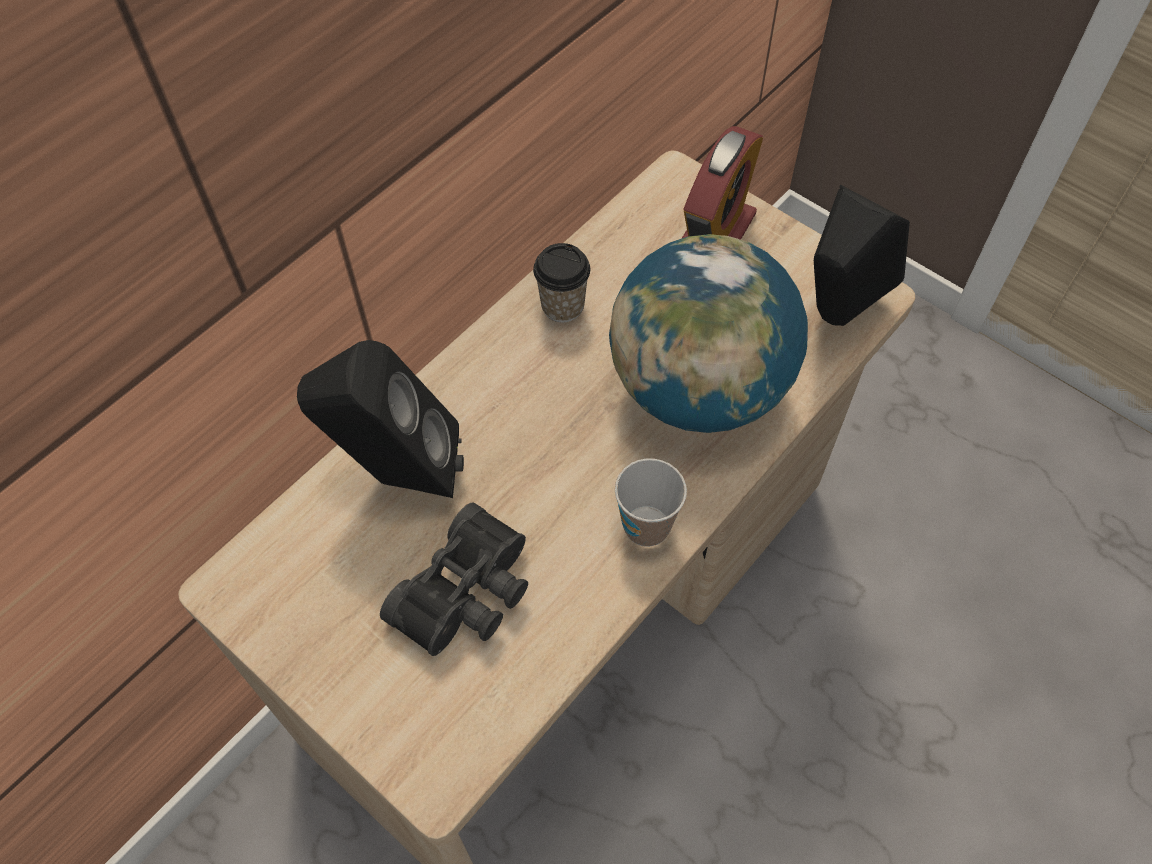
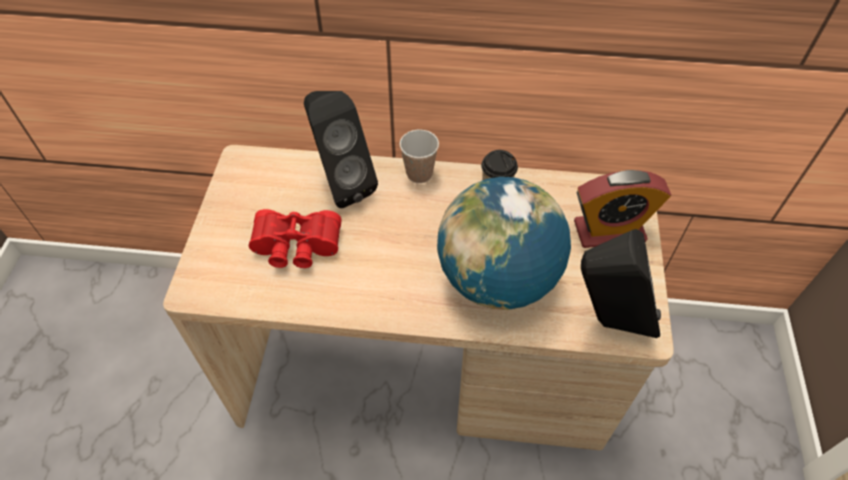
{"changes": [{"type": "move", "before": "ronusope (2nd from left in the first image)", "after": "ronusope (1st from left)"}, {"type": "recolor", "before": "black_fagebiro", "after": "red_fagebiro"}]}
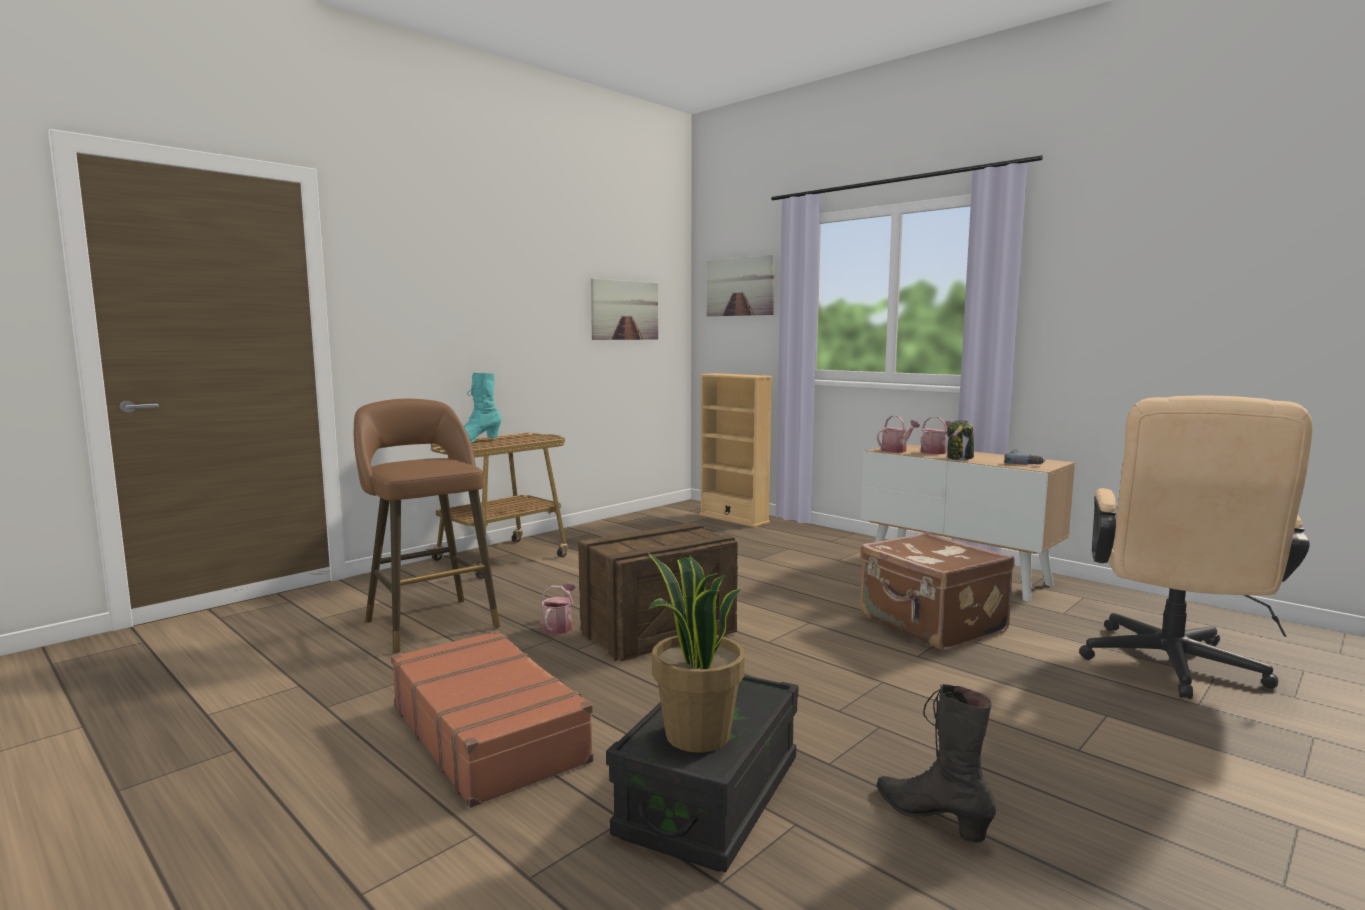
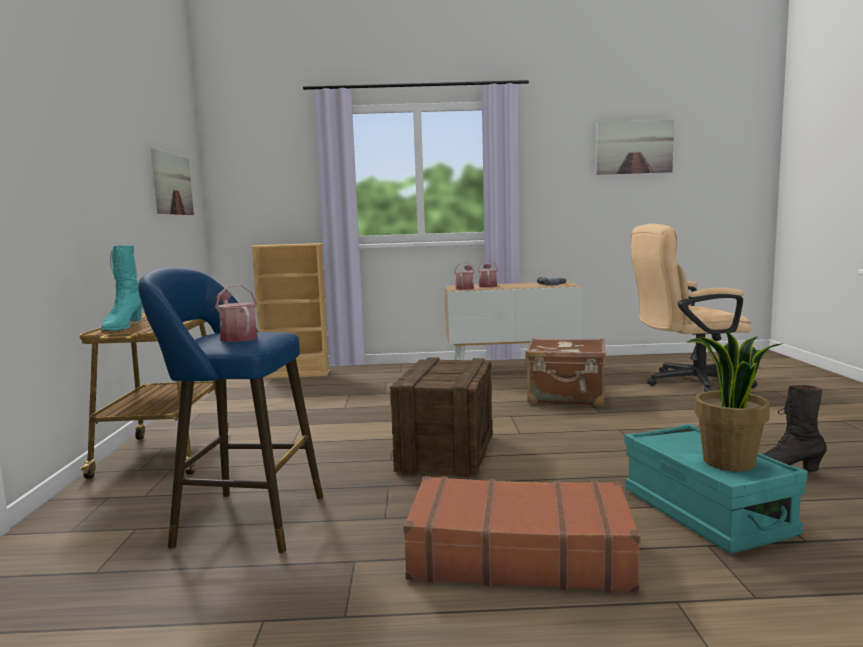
{"changes": [{"type": "move", "before": "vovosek (2nd from left)"}, {"type": "rotate", "before": "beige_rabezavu", "turn": 105}, {"type": "recolor", "before": "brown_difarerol", "after": "blue_difarerol"}, {"type": "delete", "before": "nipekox"}, {"type": "move", "before": "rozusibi (1st from left)"}, {"type": "recolor", "before": "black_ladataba", "after": "turquoise_ladataba"}]}
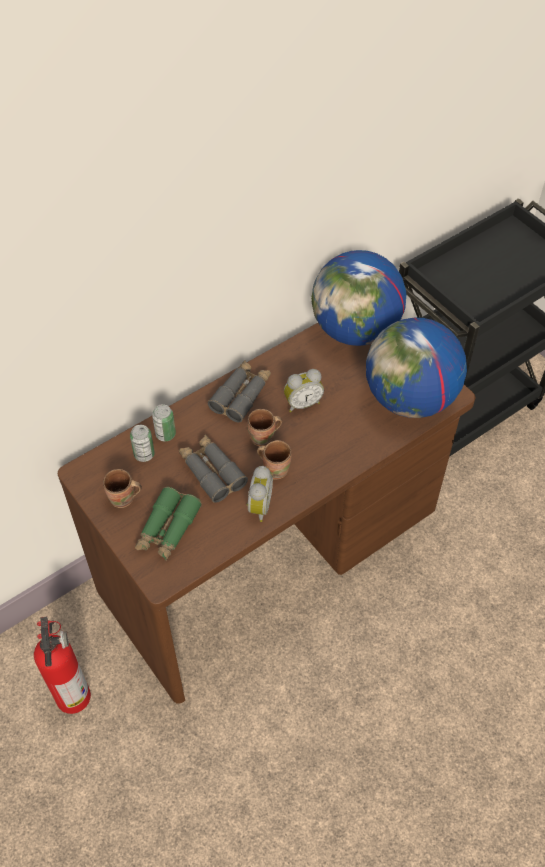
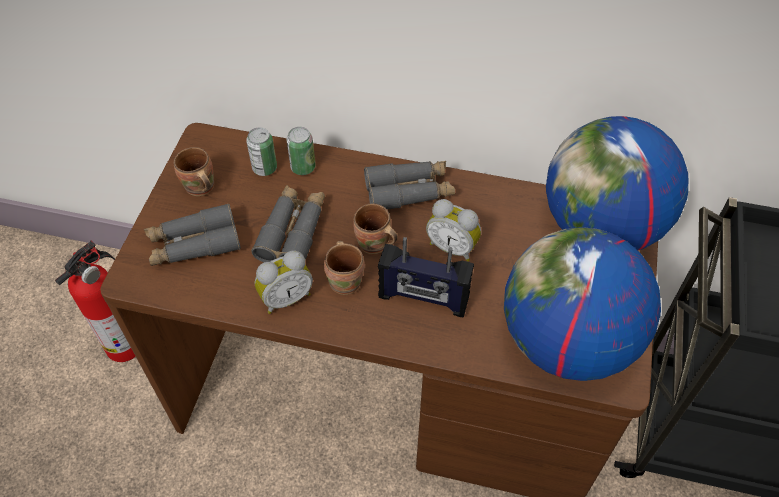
{"changes": [{"type": "recolor", "before": "green_fagebiro", "after": "grey_fagebiro (1st from left)"}, {"type": "insert", "after": "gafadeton"}]}
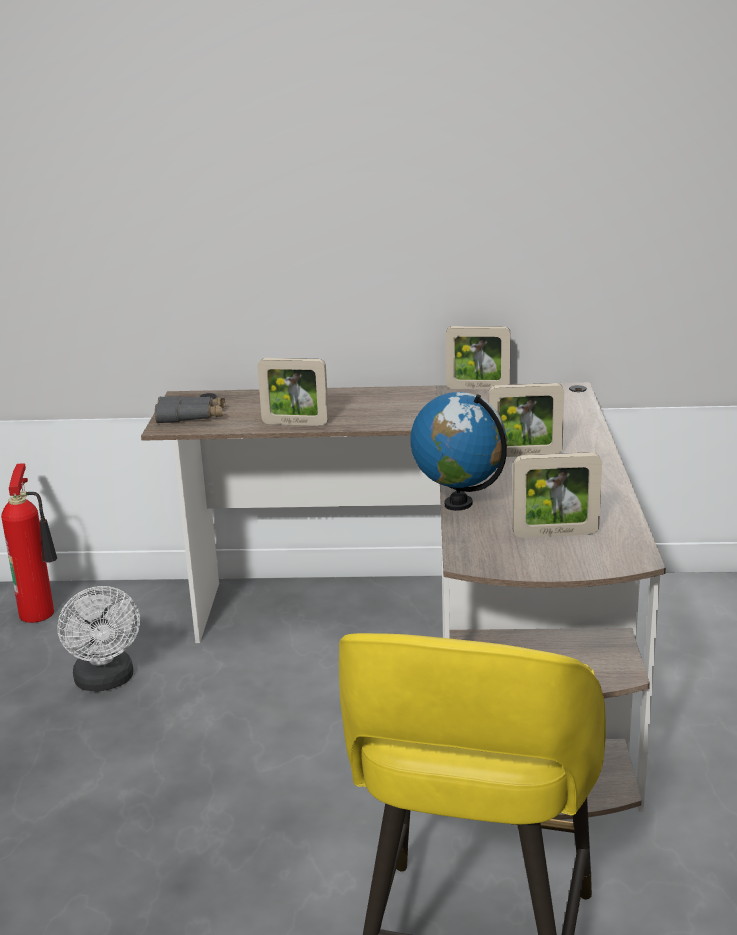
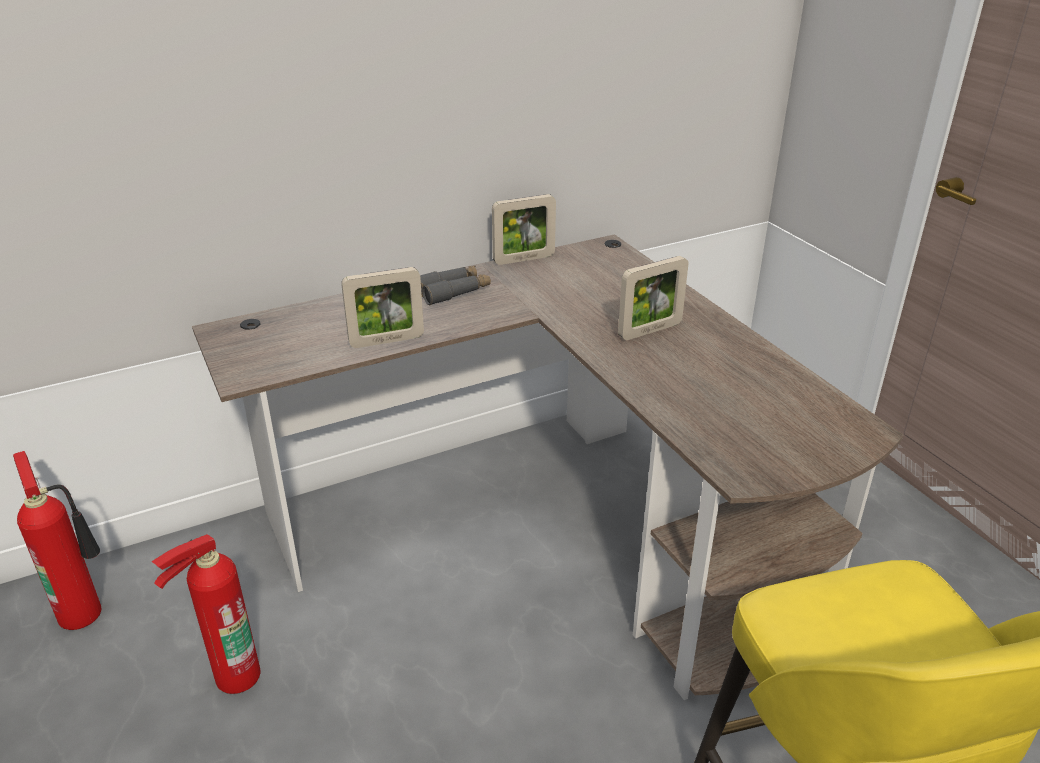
{"changes": [{"type": "delete", "before": "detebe"}, {"type": "move", "before": "grey_fagebiro"}, {"type": "delete", "before": "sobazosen (4th from left)"}, {"type": "replace", "before": "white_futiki", "after": "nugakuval (2nd from left)"}]}
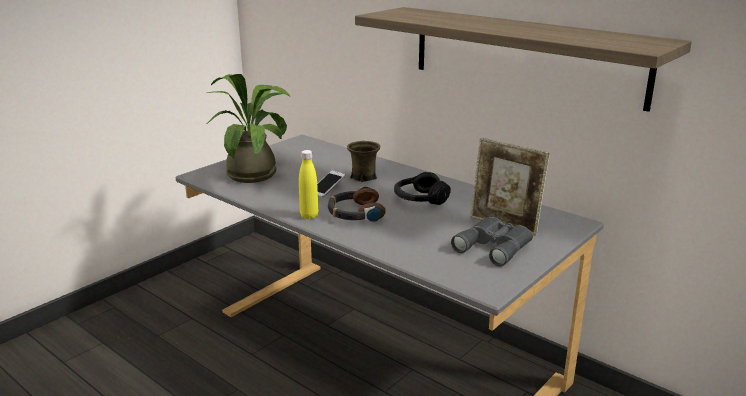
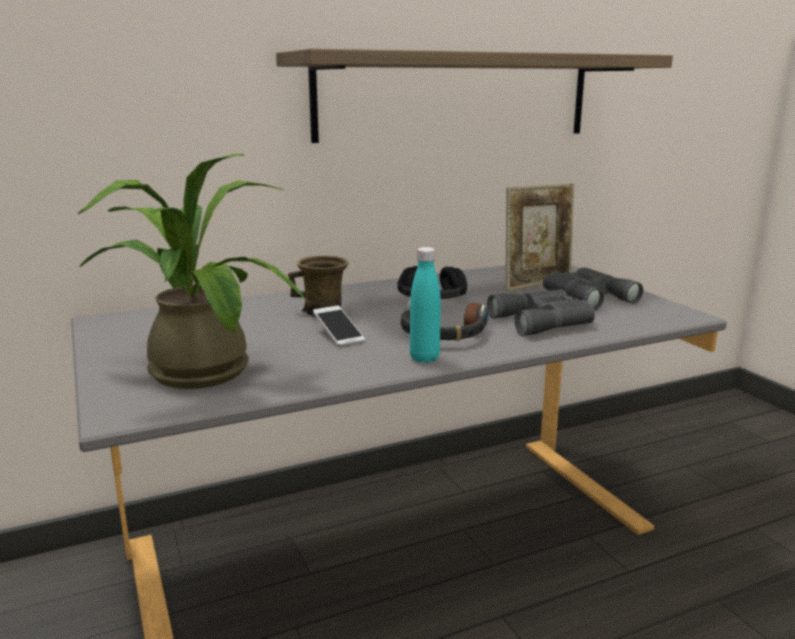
{"changes": [{"type": "recolor", "before": "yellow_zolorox", "after": "turquoise_zolorox"}, {"type": "insert", "after": "grey_fagebiro (1st from left)"}]}
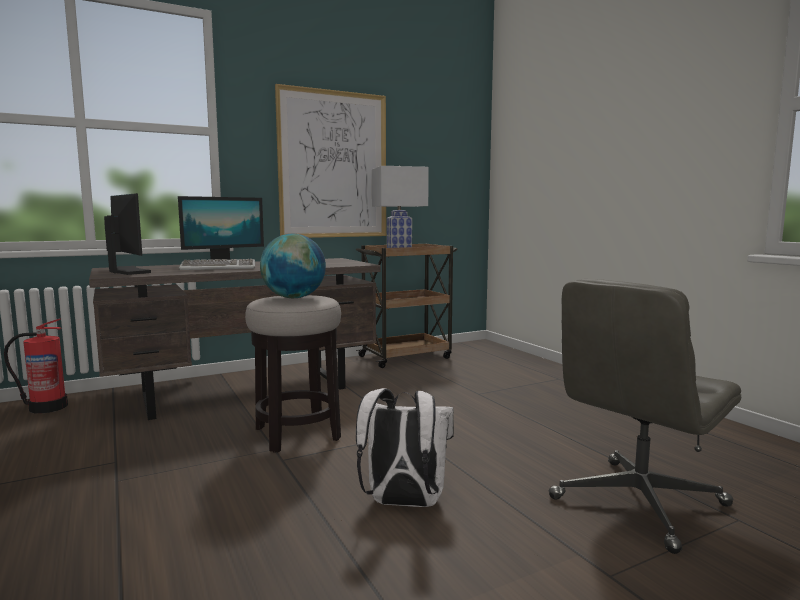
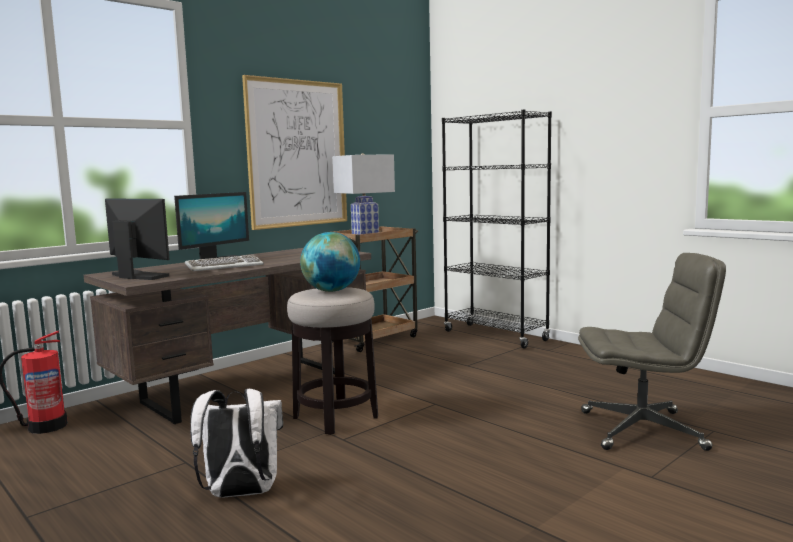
{"changes": [{"type": "rotate", "before": "grey_rabezavu", "turn": -120}, {"type": "move", "before": "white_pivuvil"}, {"type": "insert", "after": "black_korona"}]}
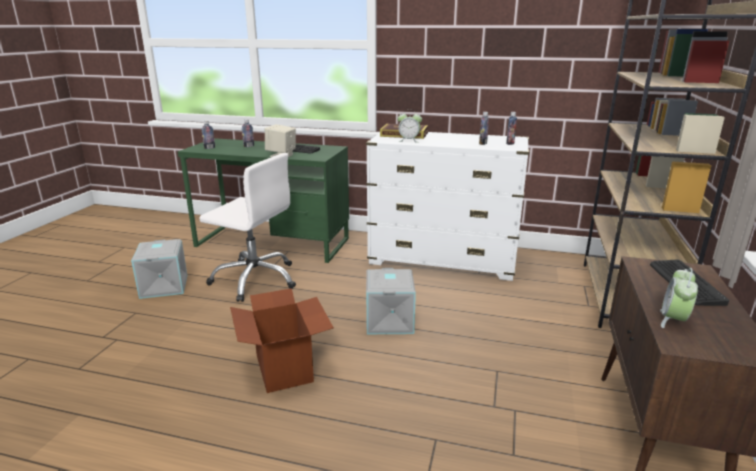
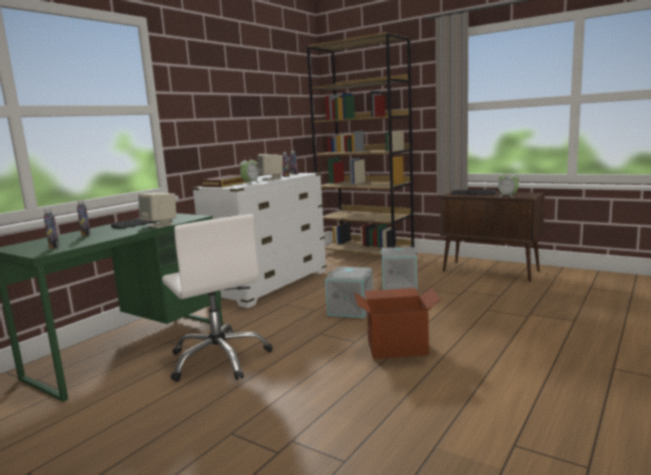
{"changes": [{"type": "rotate", "before": "white_rabezavu", "turn": 105}, {"type": "move", "before": "grey_ladataba (1st from left in the first image)", "after": "grey_ladataba (2nd from left)"}, {"type": "insert", "after": "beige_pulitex (2nd from left)"}]}
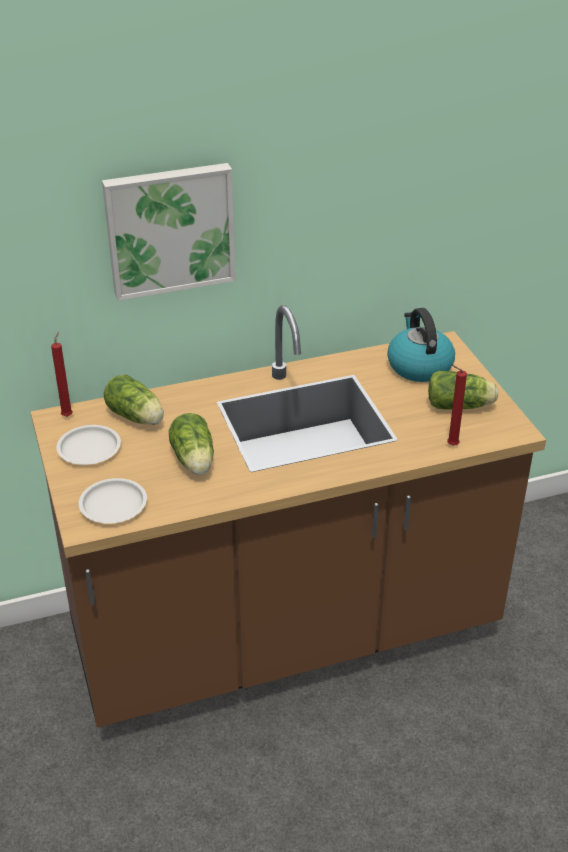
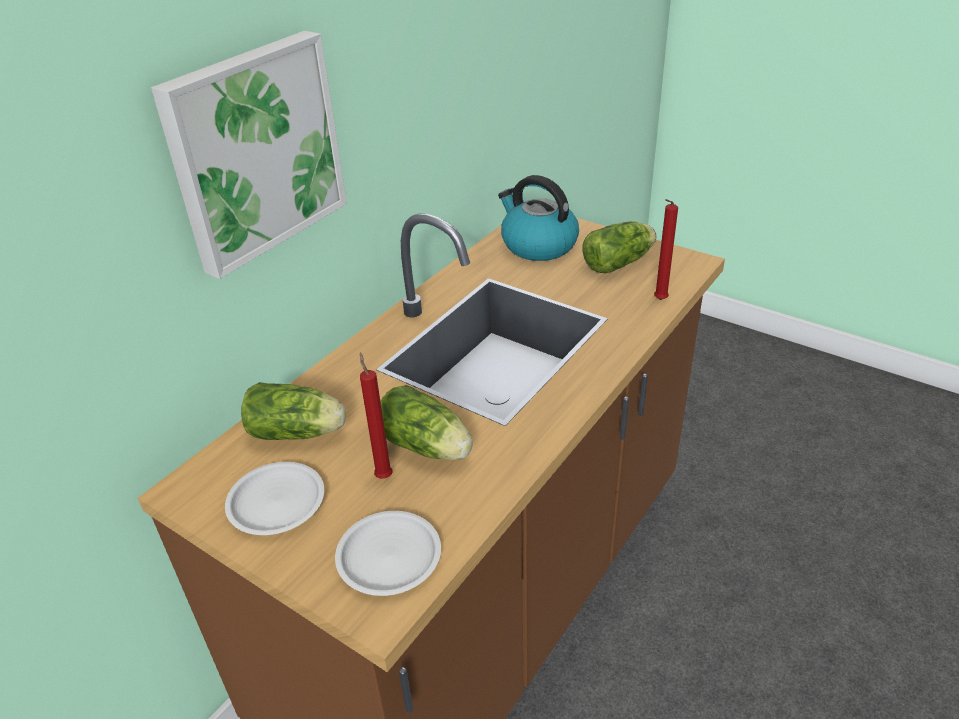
{"changes": [{"type": "move", "before": "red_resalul (1st from left)"}]}
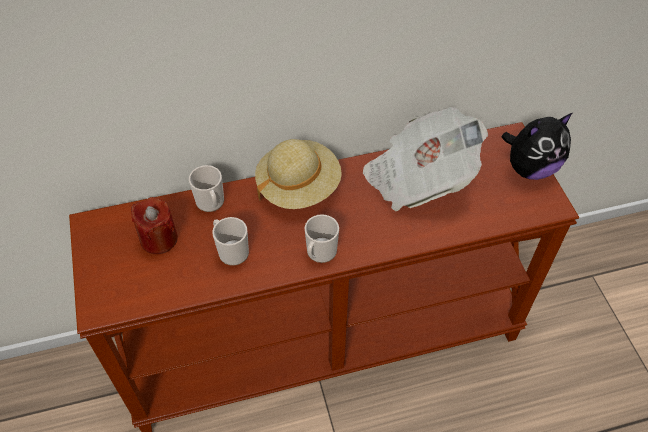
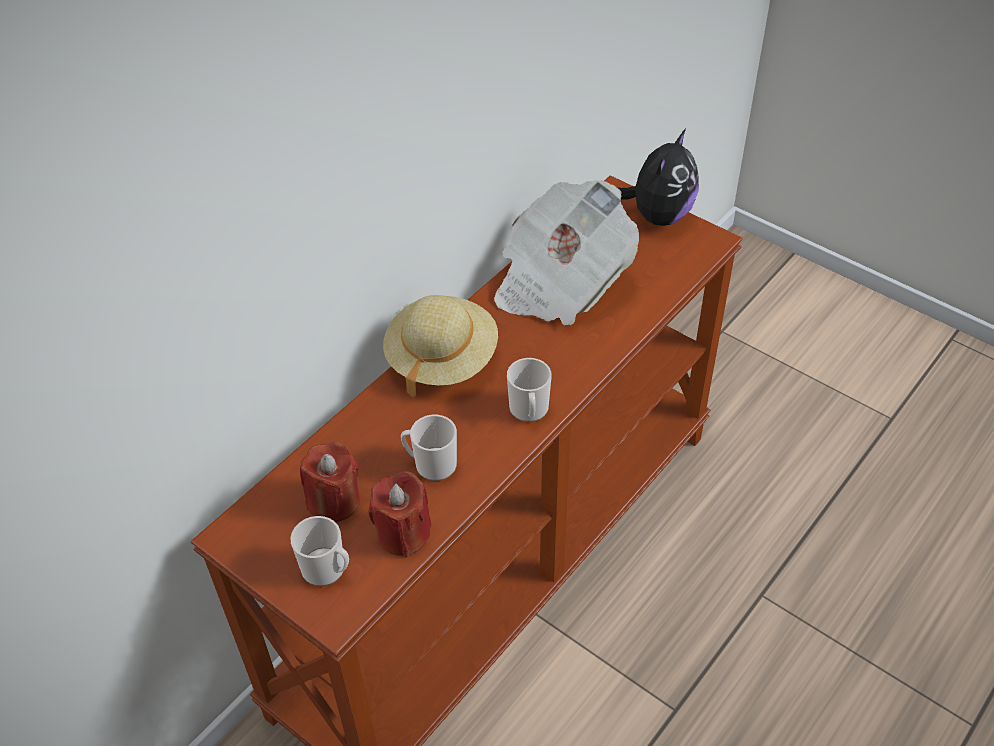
{"changes": [{"type": "move", "before": "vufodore (1st from left)"}, {"type": "insert", "after": "red_resalul (2nd from left)"}]}
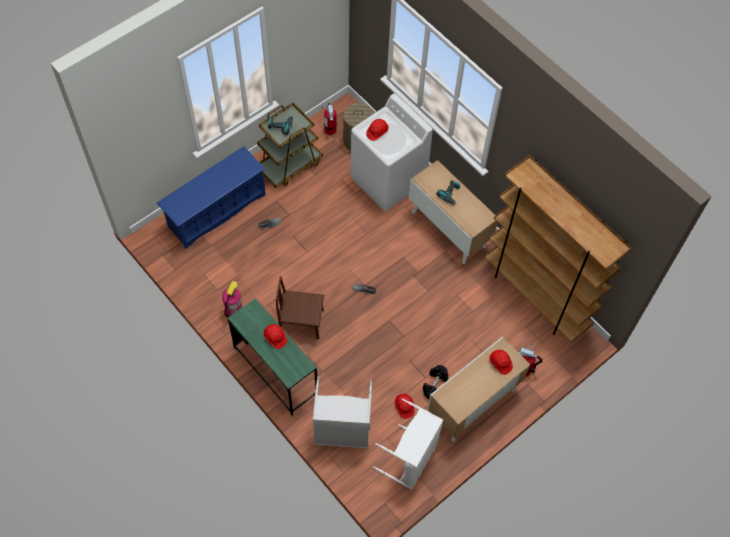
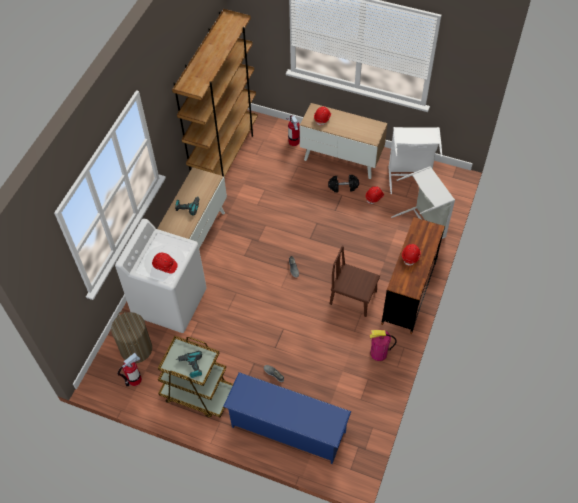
{"changes": [{"type": "rotate", "before": "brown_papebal", "turn": 135}, {"type": "recolor", "before": "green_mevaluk", "after": "brown_mevaluk"}]}
